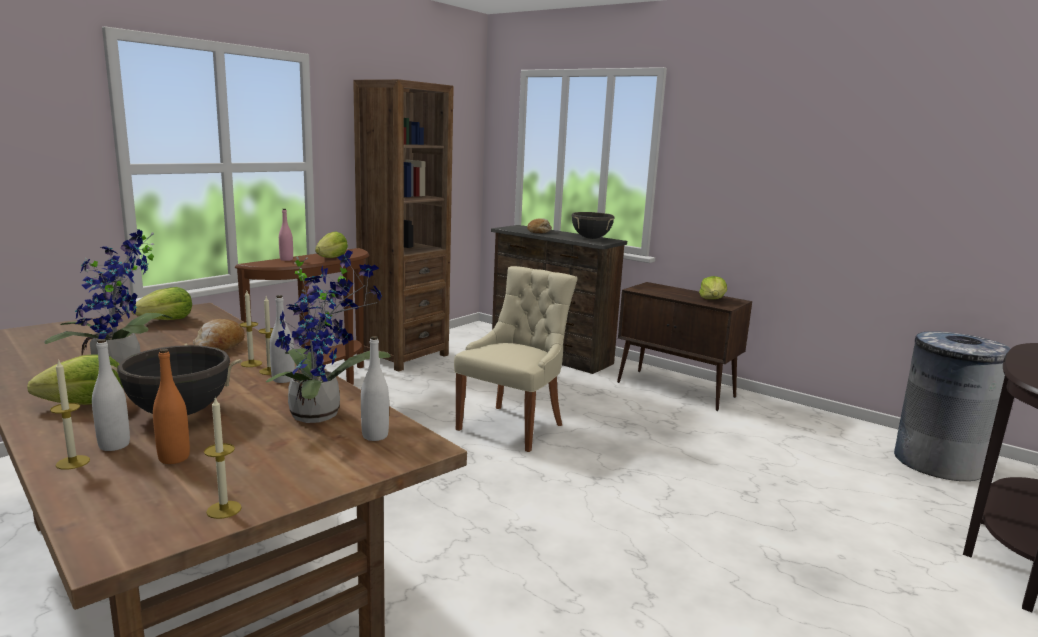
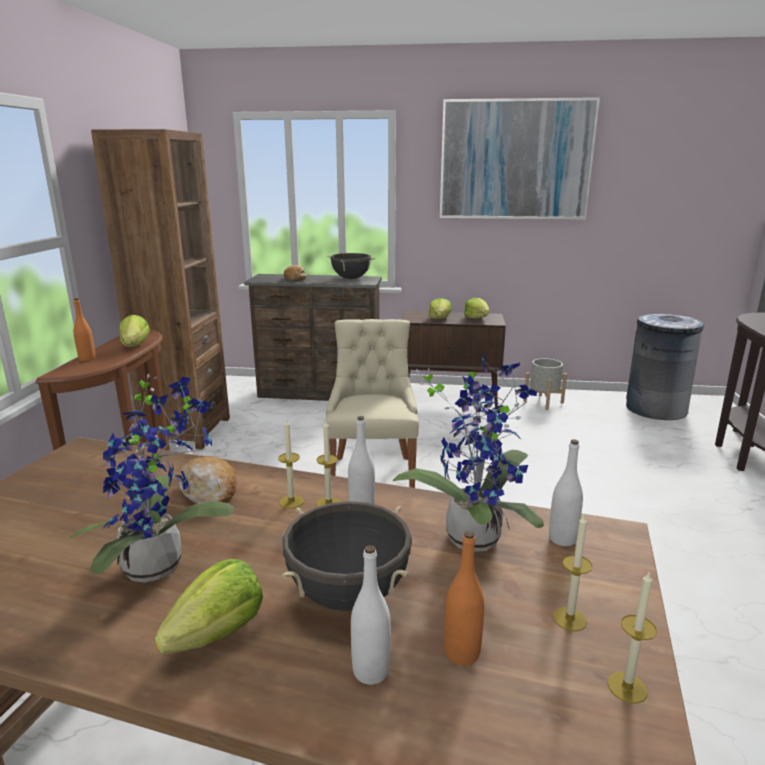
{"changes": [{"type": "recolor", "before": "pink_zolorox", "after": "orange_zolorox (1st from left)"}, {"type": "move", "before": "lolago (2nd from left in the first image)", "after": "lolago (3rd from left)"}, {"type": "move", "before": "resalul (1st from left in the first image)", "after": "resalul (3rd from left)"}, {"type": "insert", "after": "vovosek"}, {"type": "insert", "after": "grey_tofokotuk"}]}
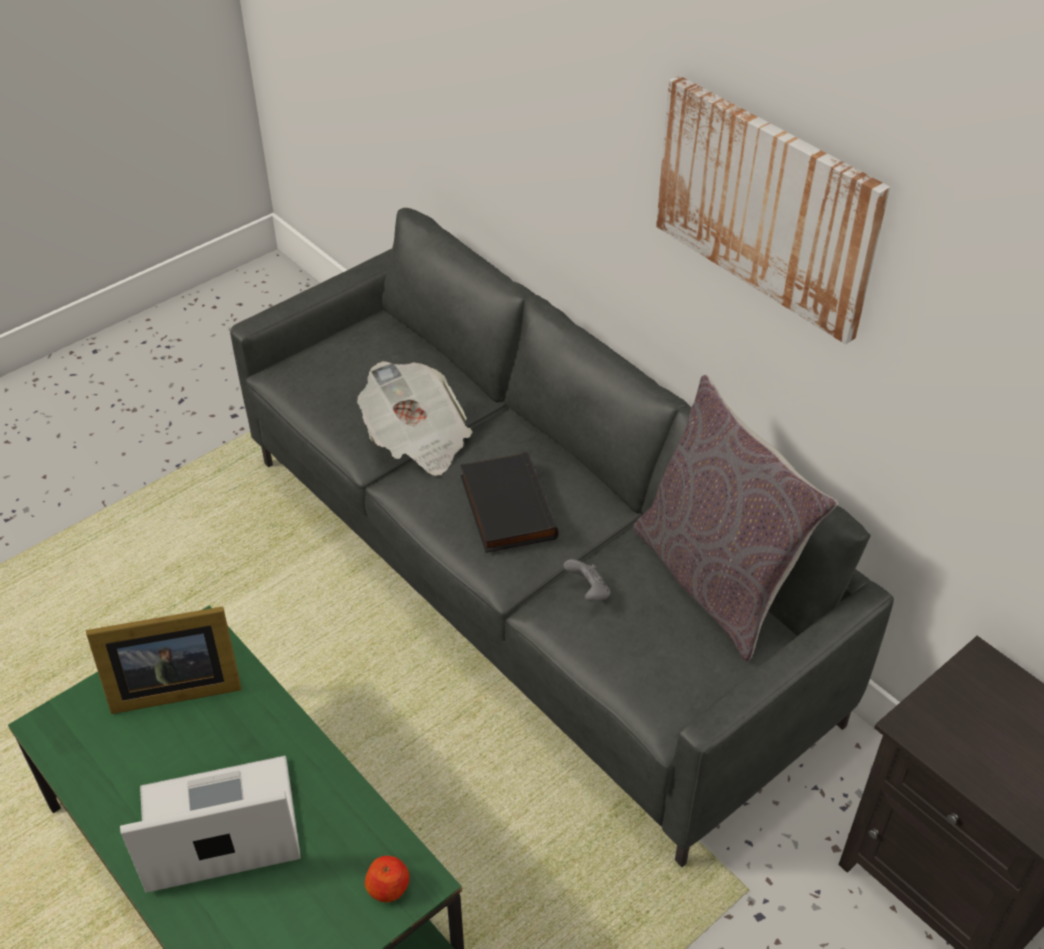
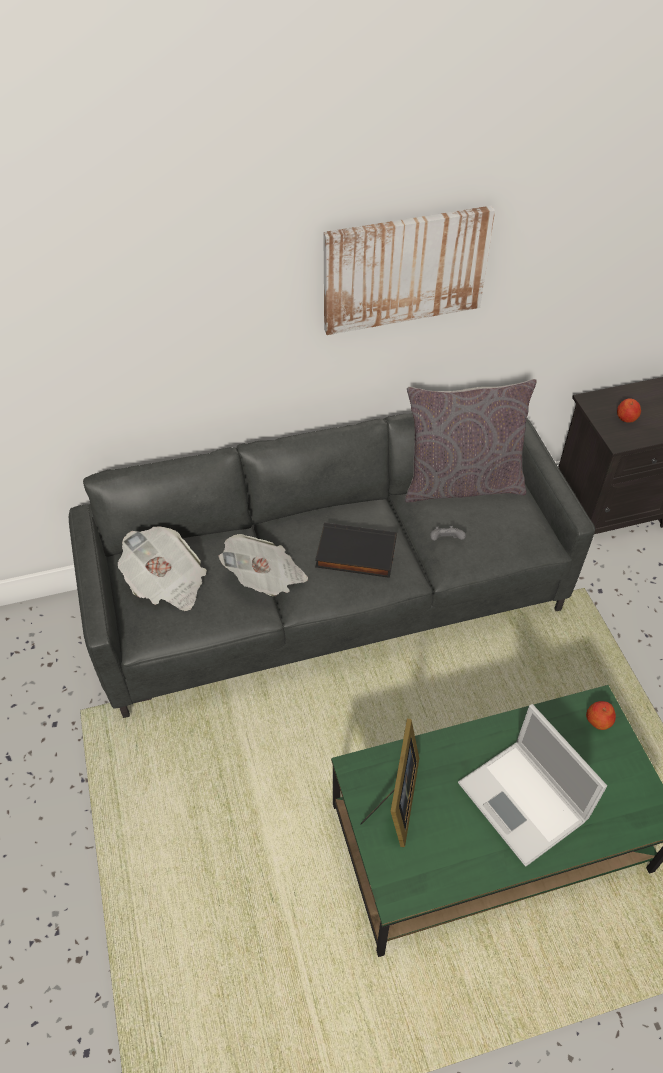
{"changes": [{"type": "rotate", "before": "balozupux", "turn": -45}, {"type": "insert", "after": "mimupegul (2nd from left)"}, {"type": "insert", "after": "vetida (1st from left)"}]}
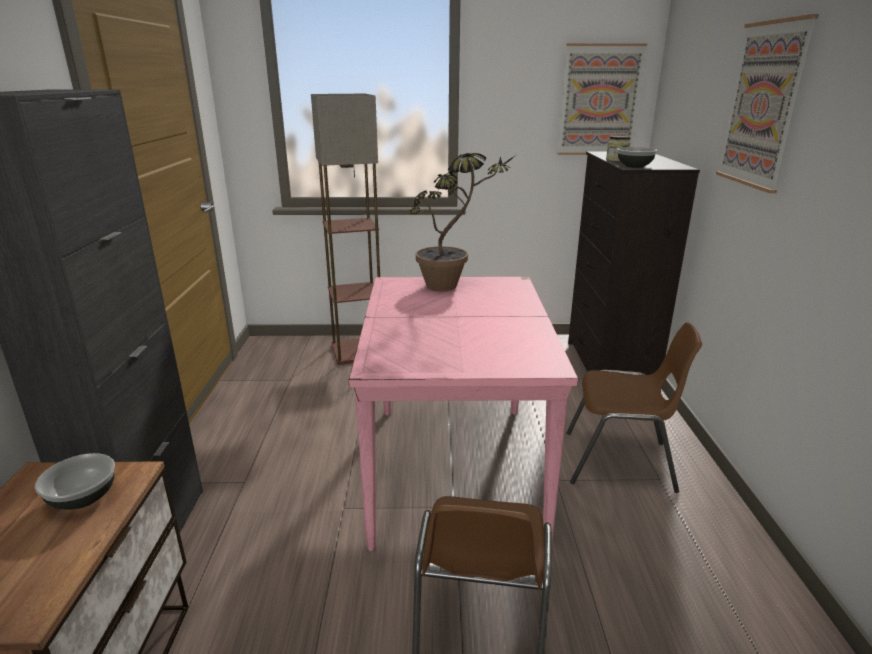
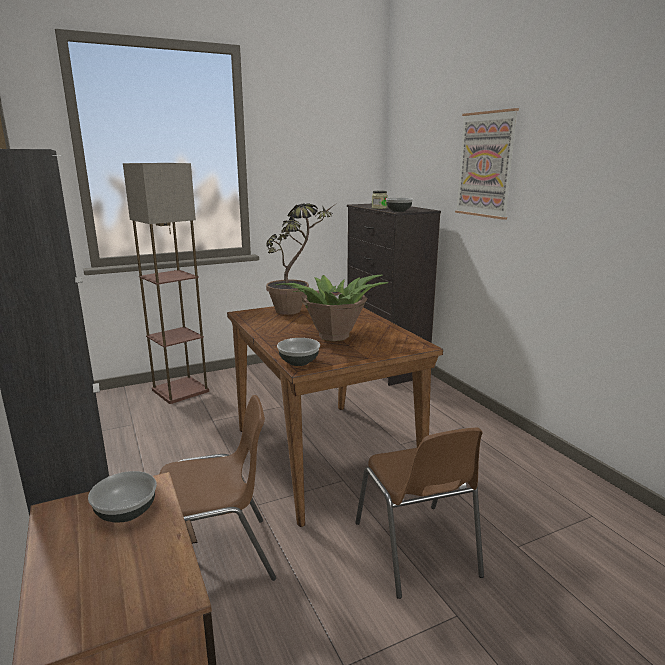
{"changes": [{"type": "delete", "before": "vovosek (1st from left)"}, {"type": "recolor", "before": "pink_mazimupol", "after": "brown_mazimupol"}, {"type": "move", "before": "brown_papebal (2nd from left in the first image)", "after": "brown_papebal (1st from left)"}, {"type": "insert", "after": "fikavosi (2nd from left)"}, {"type": "insert", "after": "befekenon (2nd from left)"}]}
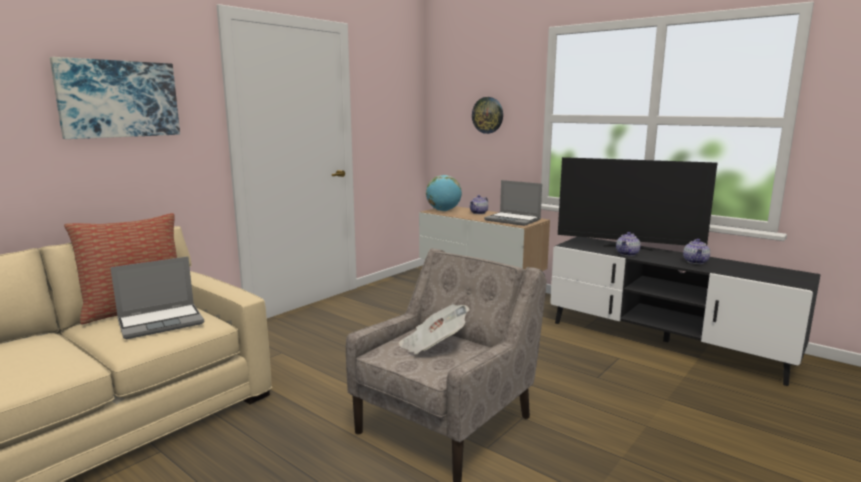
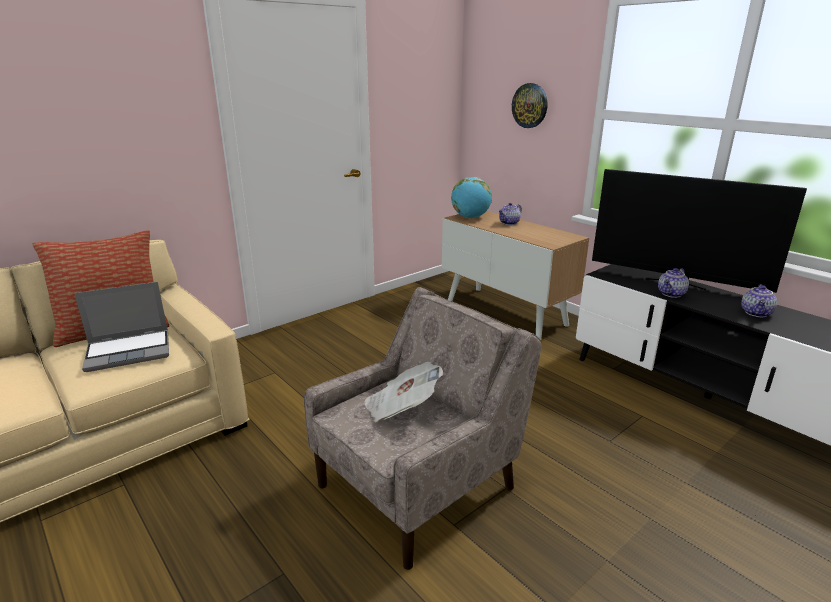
{"changes": [{"type": "delete", "before": "vovosek"}, {"type": "delete", "before": "balozupux (2nd from left)"}]}
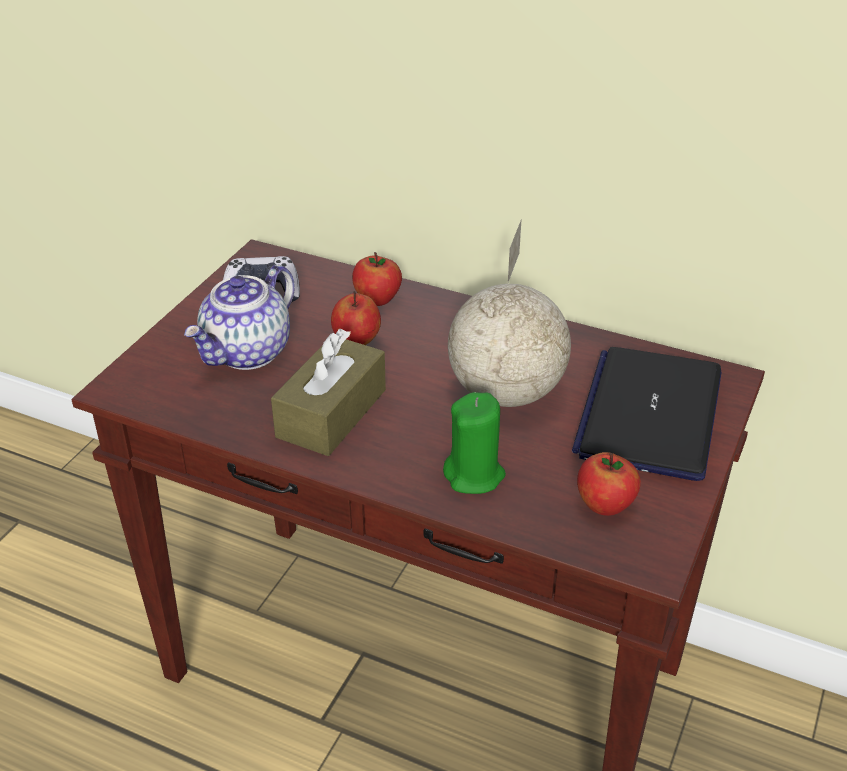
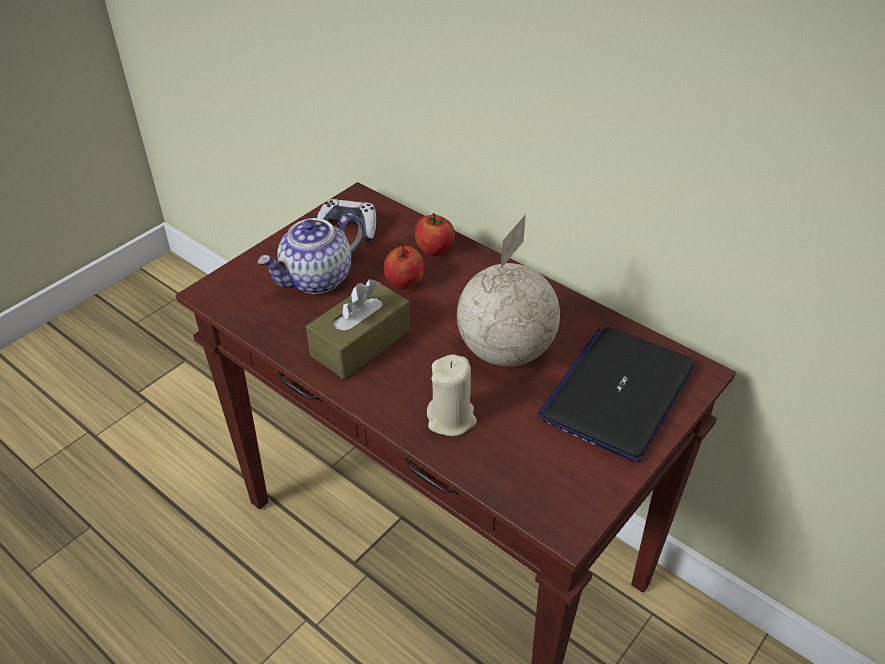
{"changes": [{"type": "recolor", "before": "green_resalul", "after": "beige_resalul"}, {"type": "delete", "before": "mimupegul (3rd from left)"}]}
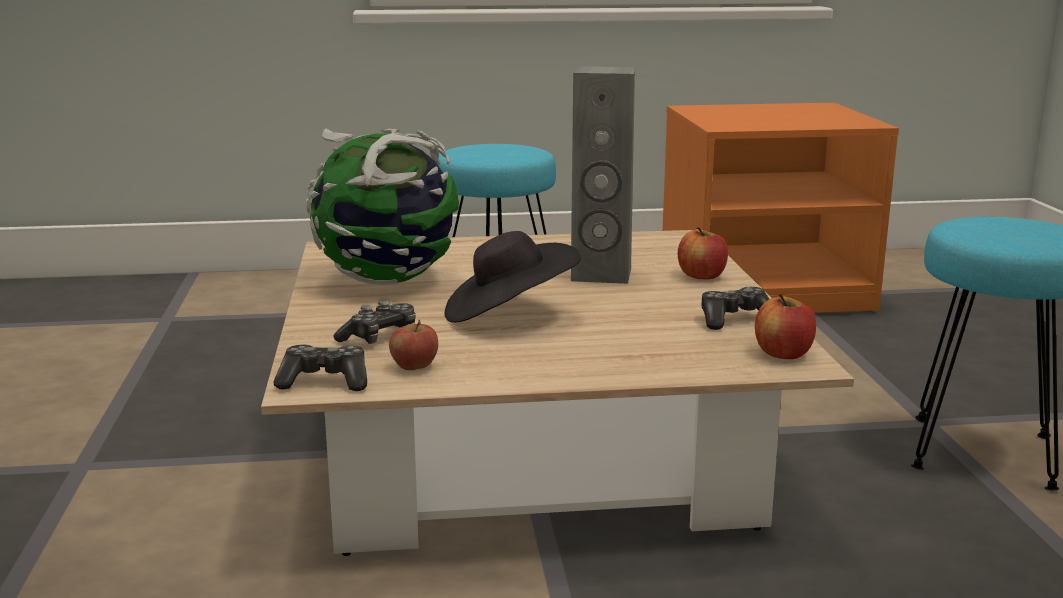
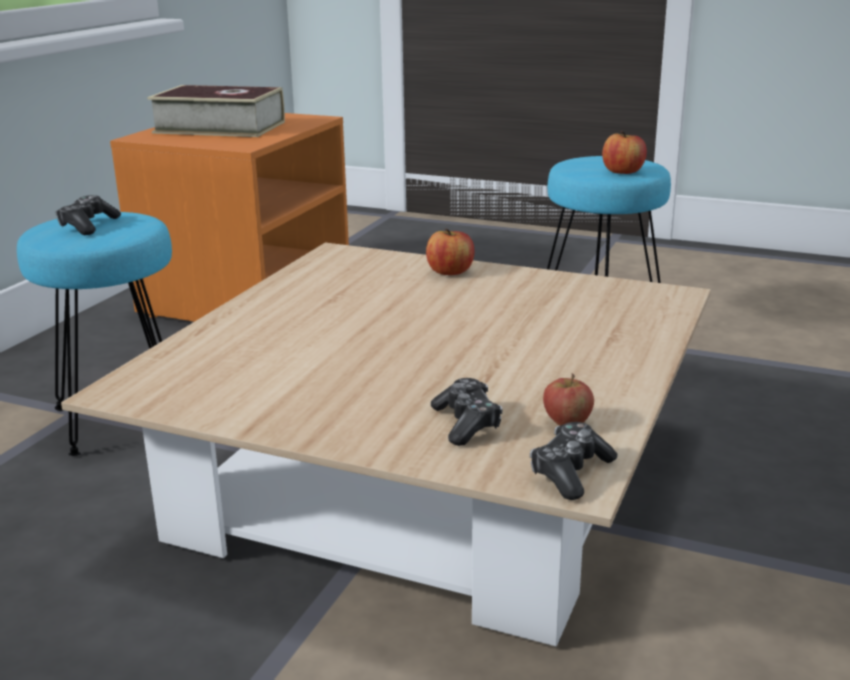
{"changes": [{"type": "delete", "before": "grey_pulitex"}, {"type": "delete", "before": "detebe"}, {"type": "delete", "before": "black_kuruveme"}, {"type": "move", "before": "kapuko (3rd from left in the first image)", "after": "kapuko (1st from left)"}, {"type": "move", "before": "mimupegul (3rd from left)"}, {"type": "insert", "after": "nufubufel"}]}
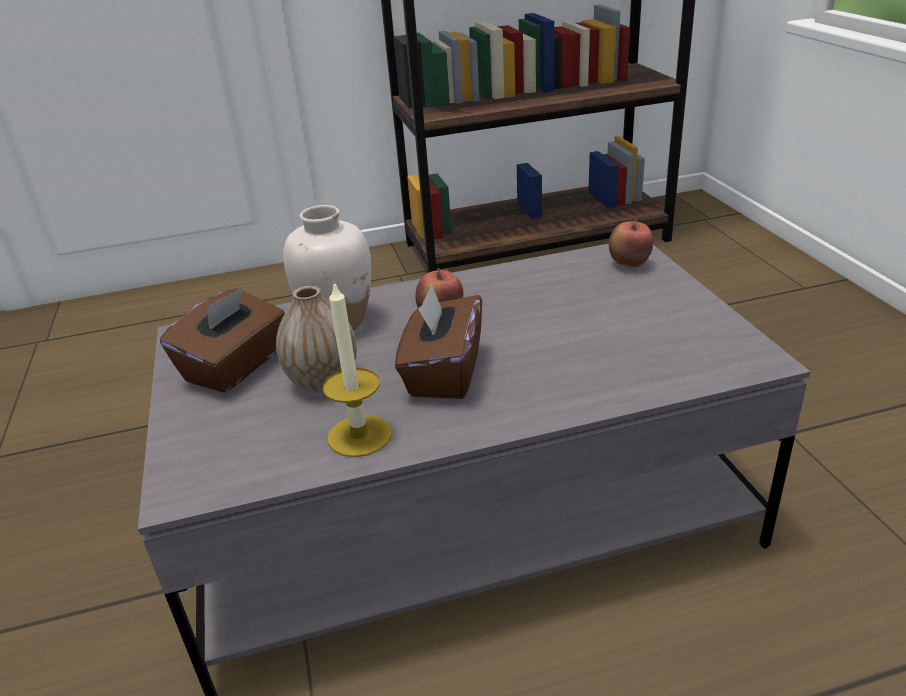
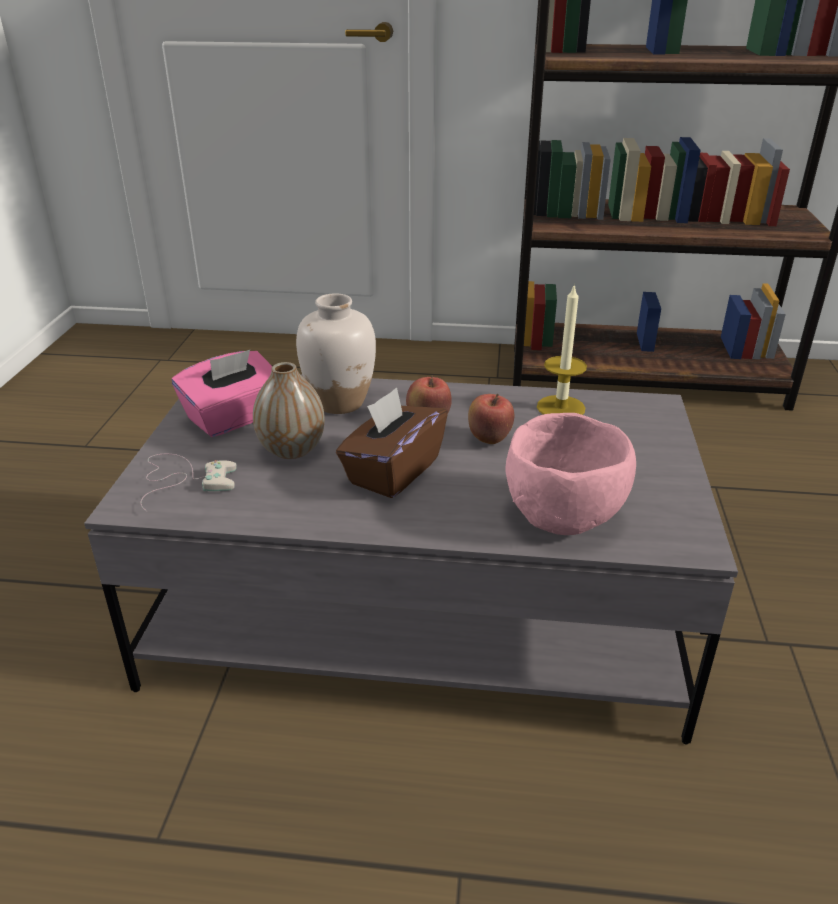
{"changes": [{"type": "move", "before": "mimupegul (2nd from left)"}, {"type": "move", "before": "resalul"}, {"type": "recolor", "before": "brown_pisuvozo (1st from left)", "after": "pink_pisuvozo"}, {"type": "insert", "after": "pink_befekenon"}, {"type": "insert", "after": "white_kapuko"}]}
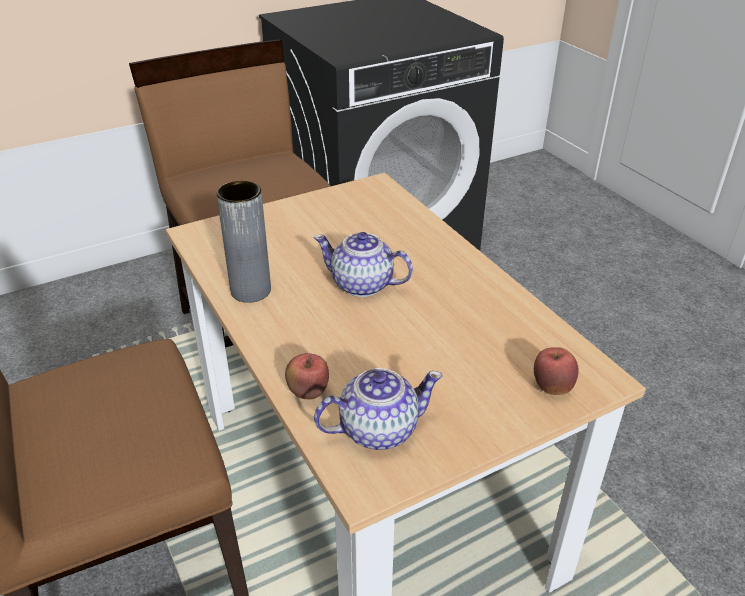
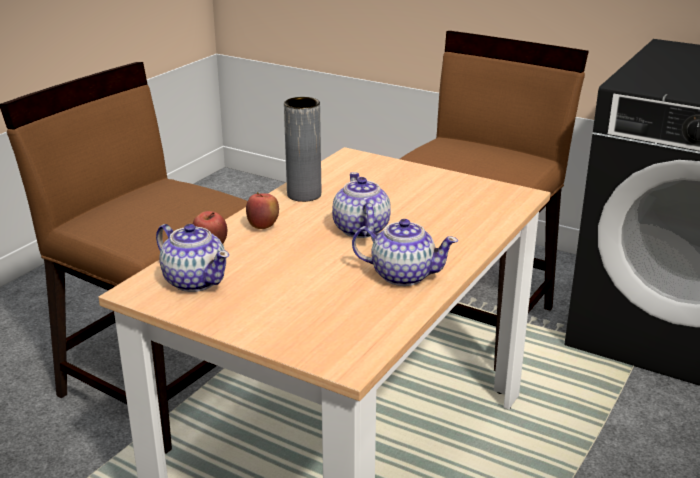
{"changes": [{"type": "move", "before": "mimupegul (2nd from left)"}, {"type": "insert", "after": "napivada (3rd from left)"}]}
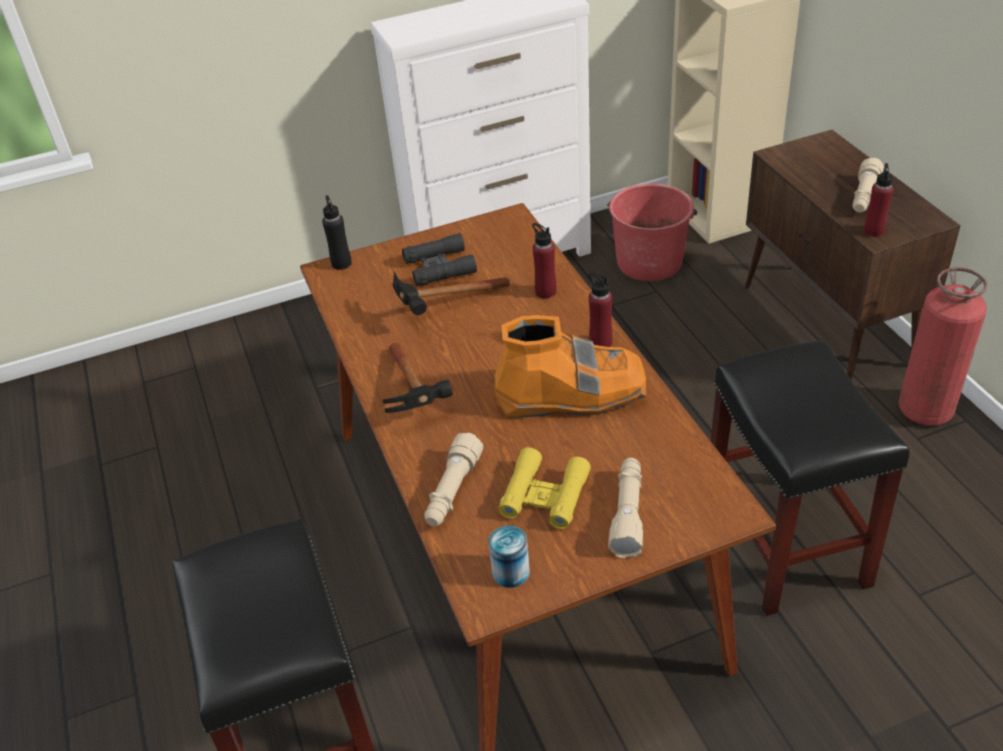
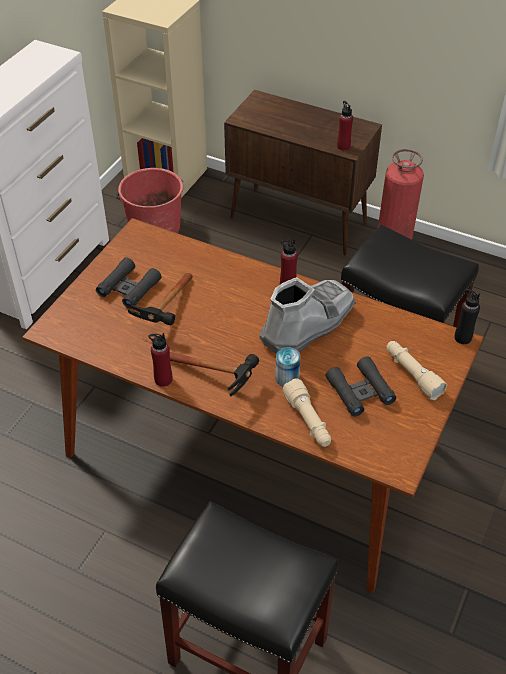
{"changes": [{"type": "delete", "before": "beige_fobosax (3rd from left)"}, {"type": "move", "before": "black_zolorox"}, {"type": "move", "before": "red_zolorox (1st from left)"}, {"type": "recolor", "before": "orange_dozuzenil", "after": "grey_dozuzenil"}, {"type": "recolor", "before": "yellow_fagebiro", "after": "black_fagebiro (2nd from left)"}, {"type": "move", "before": "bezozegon"}]}
